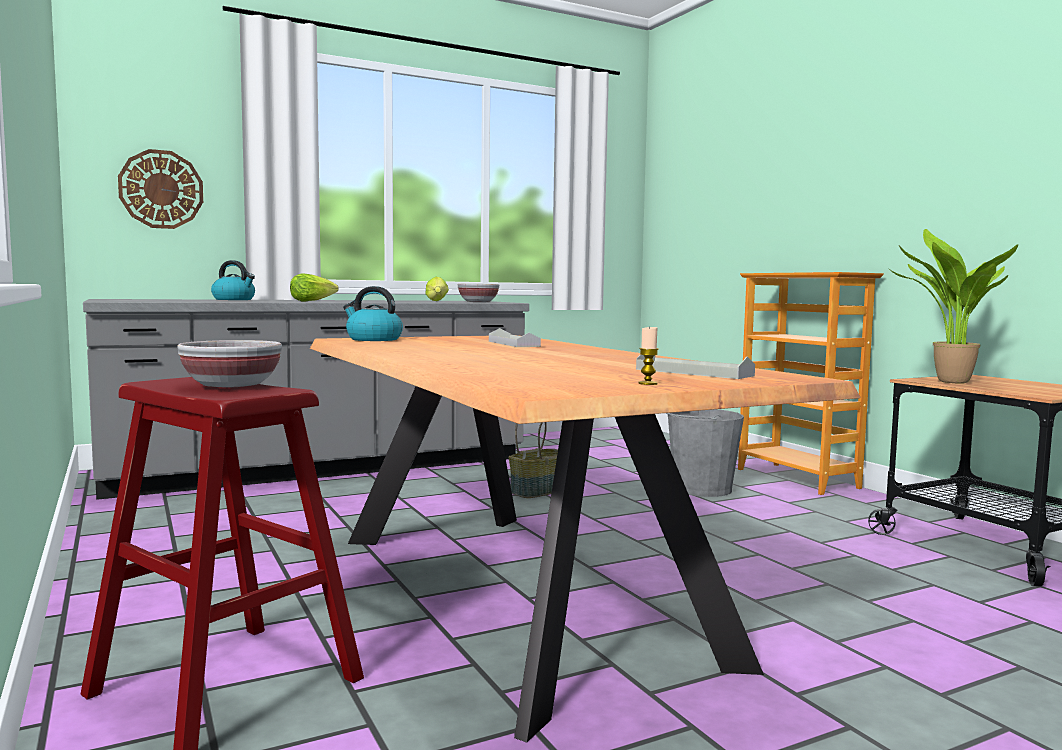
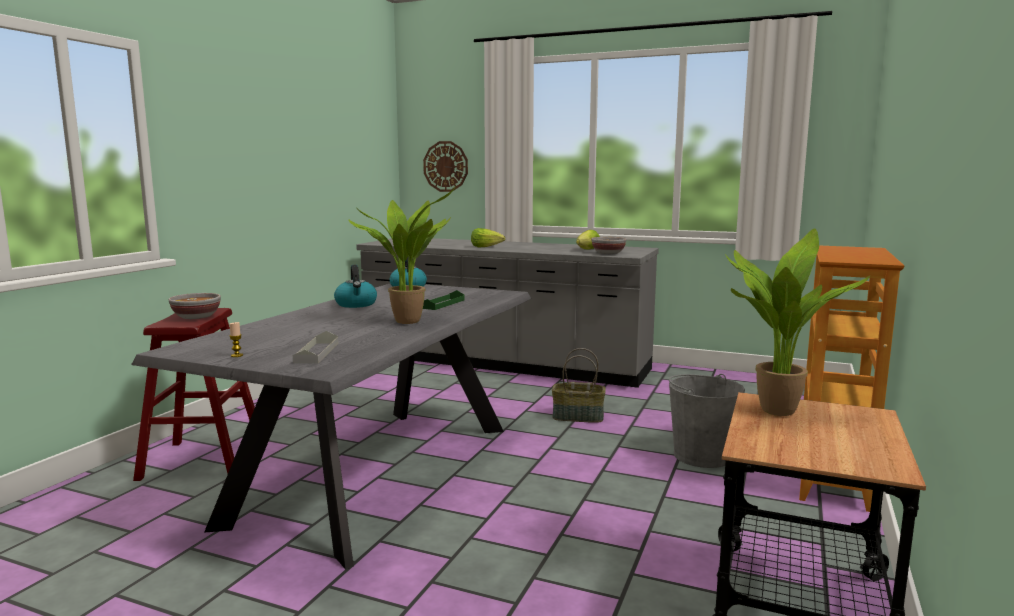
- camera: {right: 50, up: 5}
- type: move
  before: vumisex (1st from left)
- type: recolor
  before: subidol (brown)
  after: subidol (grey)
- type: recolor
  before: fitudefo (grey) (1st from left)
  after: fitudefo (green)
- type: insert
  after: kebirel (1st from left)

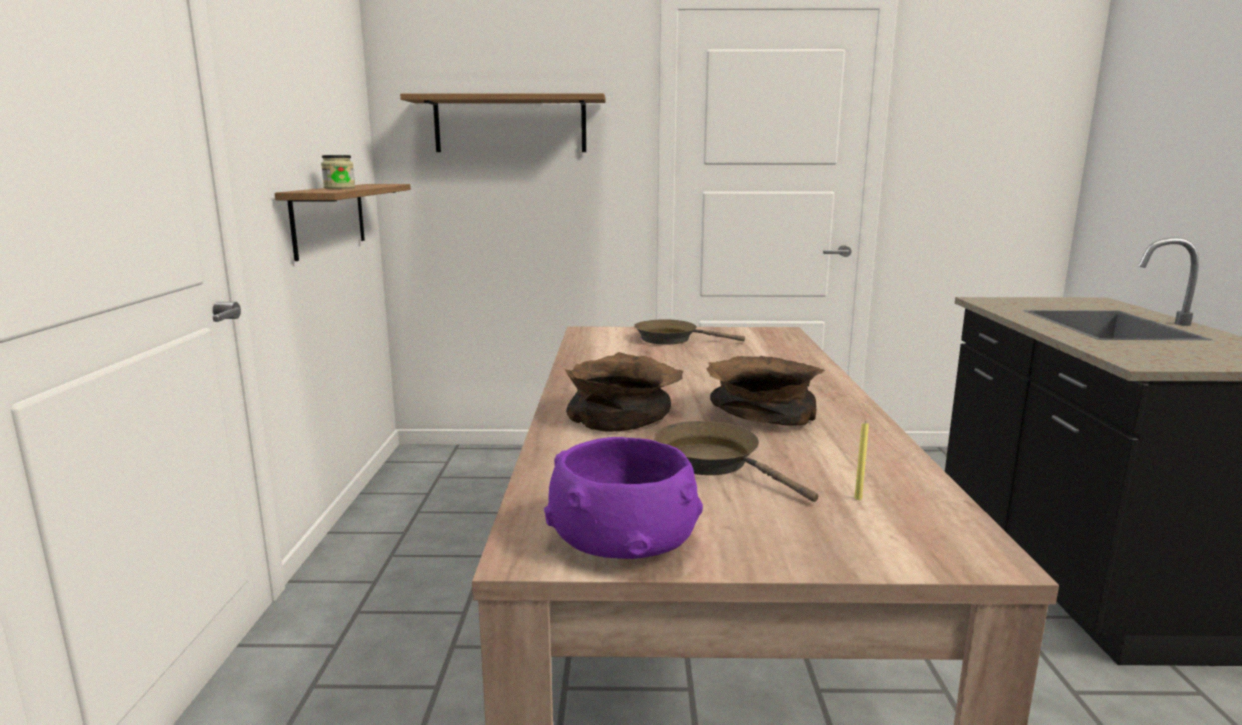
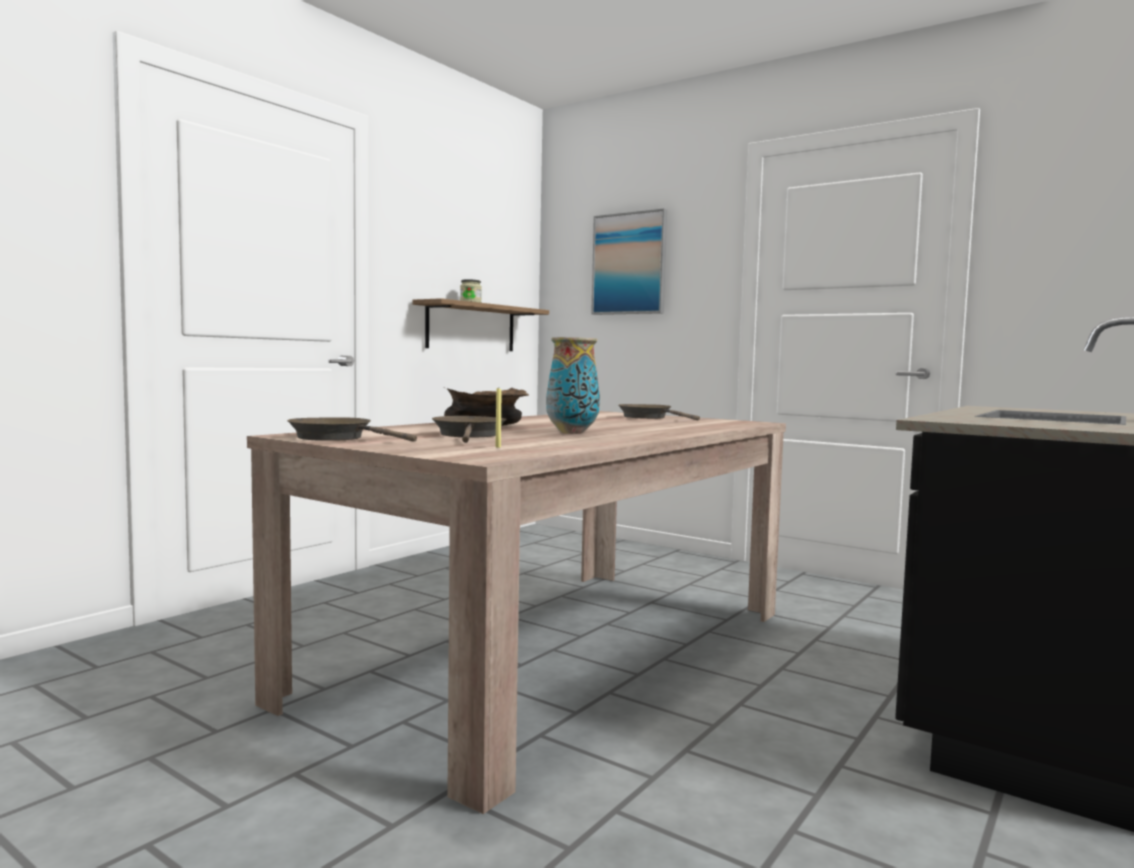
- camera: {right: 35, up: -10}
- type: replace
  before: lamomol (2nd from left)
  after: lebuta
- type: replace
  before: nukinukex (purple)
  after: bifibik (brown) (1st from left)
- type: replace
  before: nukinukex (brown) (2nd from left)
  after: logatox

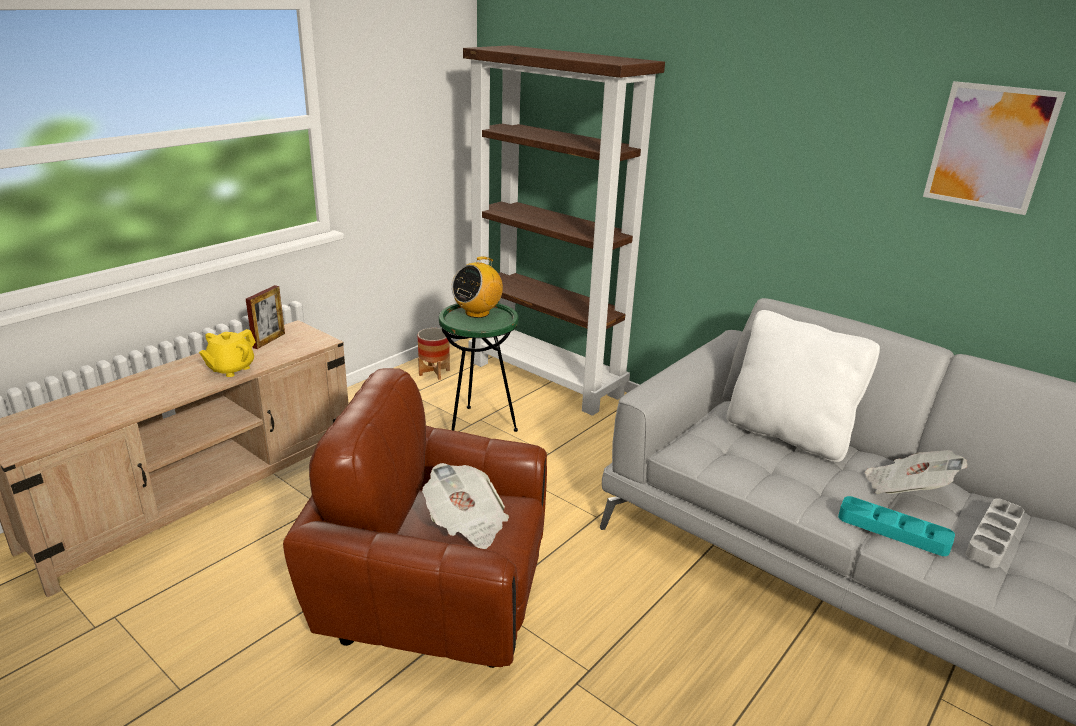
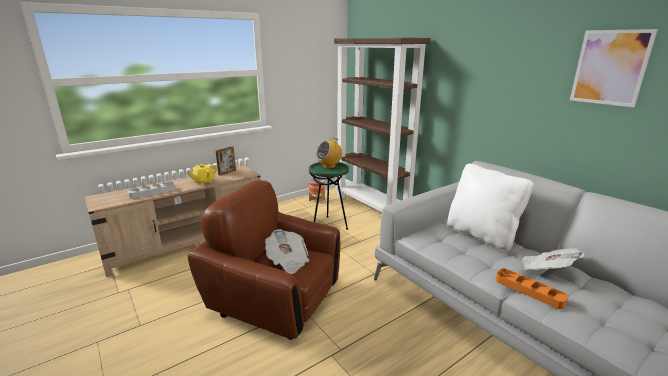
- camera: {right: 15, up: -5}
- type: recolor
  before: fitudefo (turquoise)
  after: fitudefo (orange)
- type: move
  before: fitudefo (grey)

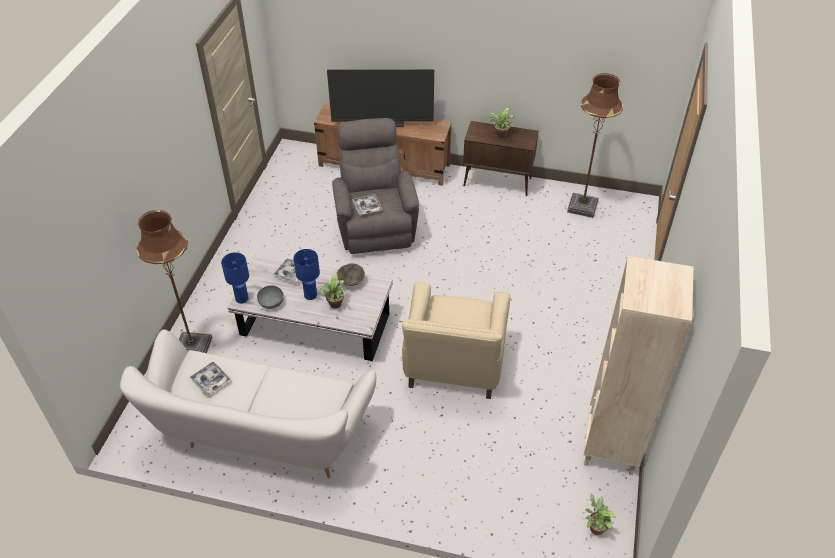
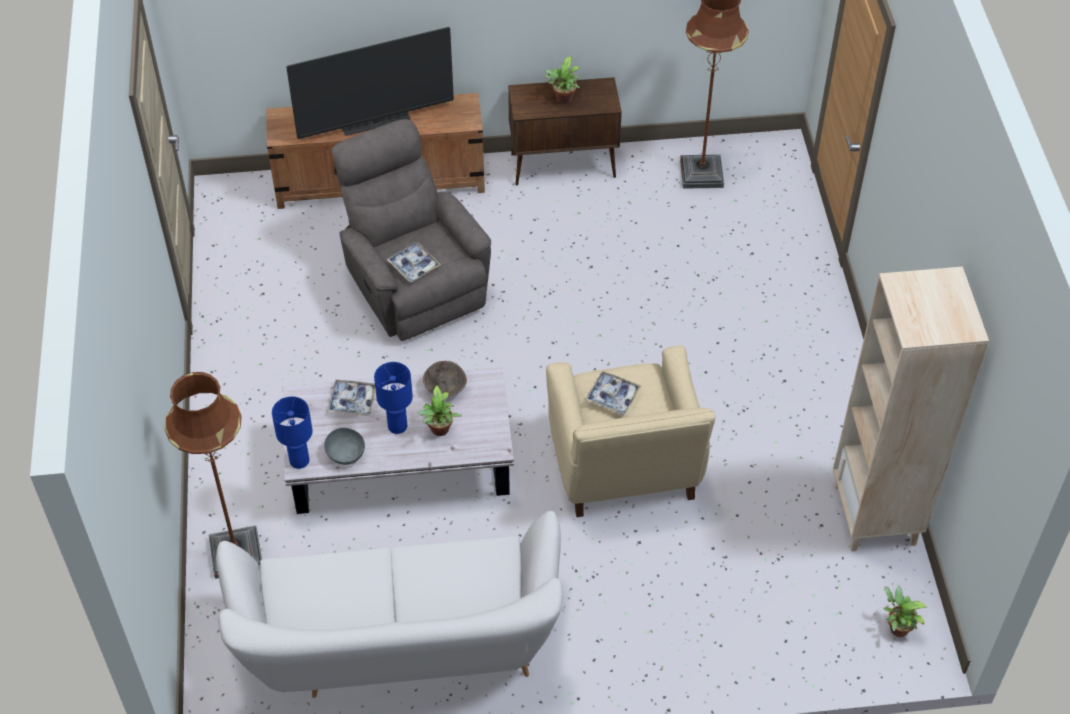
- camera: {right: -20, up: 5}
- type: move
  before: fitudefo (1st from left in the first image)
  after: fitudefo (3rd from left)

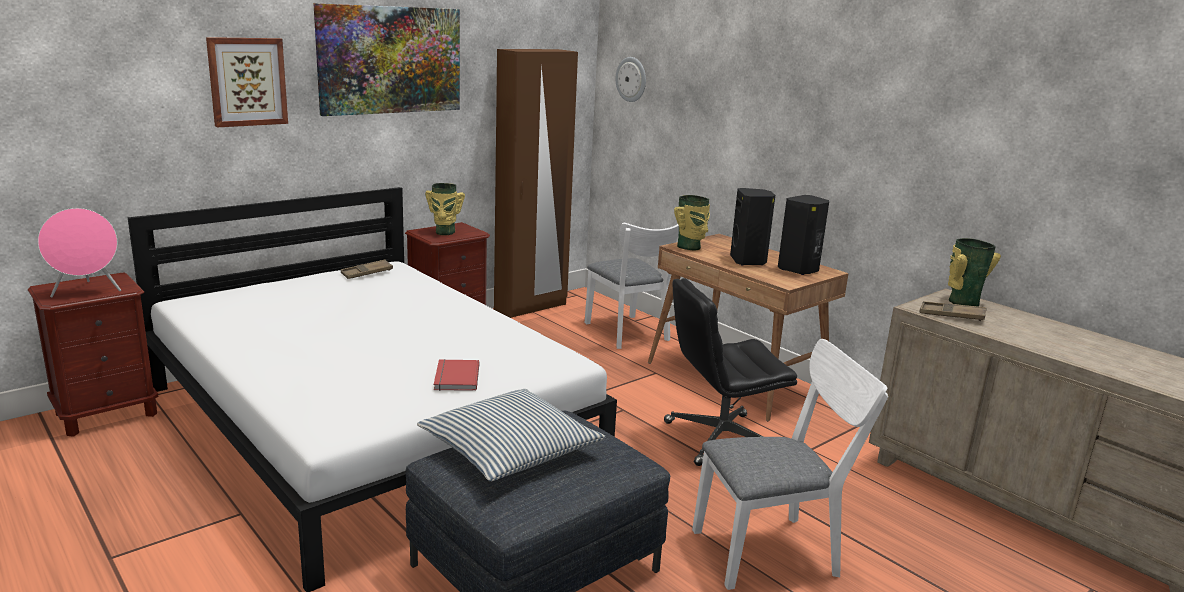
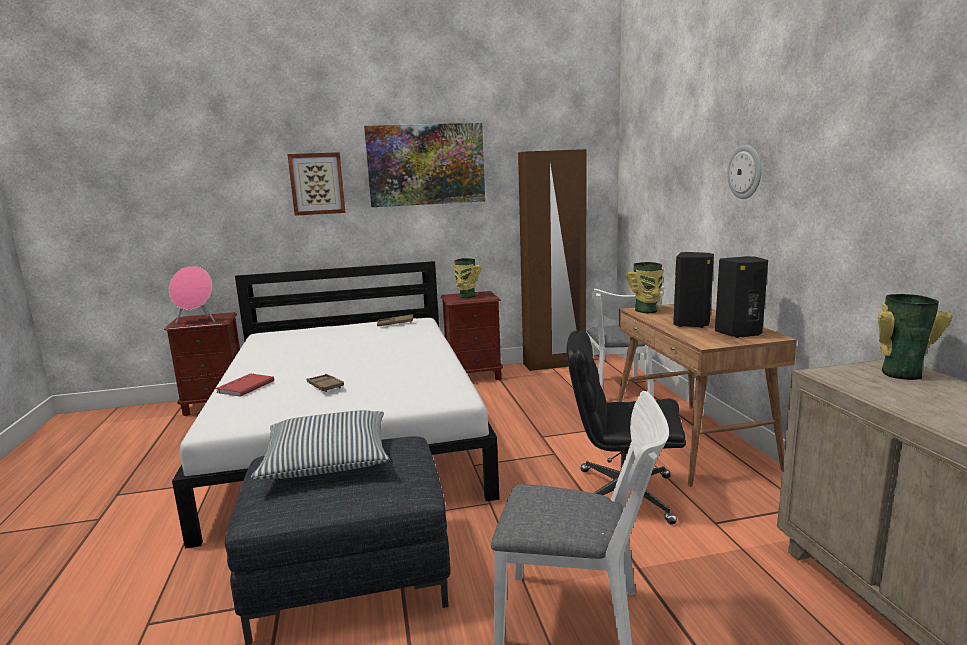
- camera: {right: 30, up: -5}
- type: move
  before: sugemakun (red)
- type: move
  before: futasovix
- type: move
  before: fitudefo (brown) (2nd from left in the first image)
  after: fitudefo (brown) (1st from left)

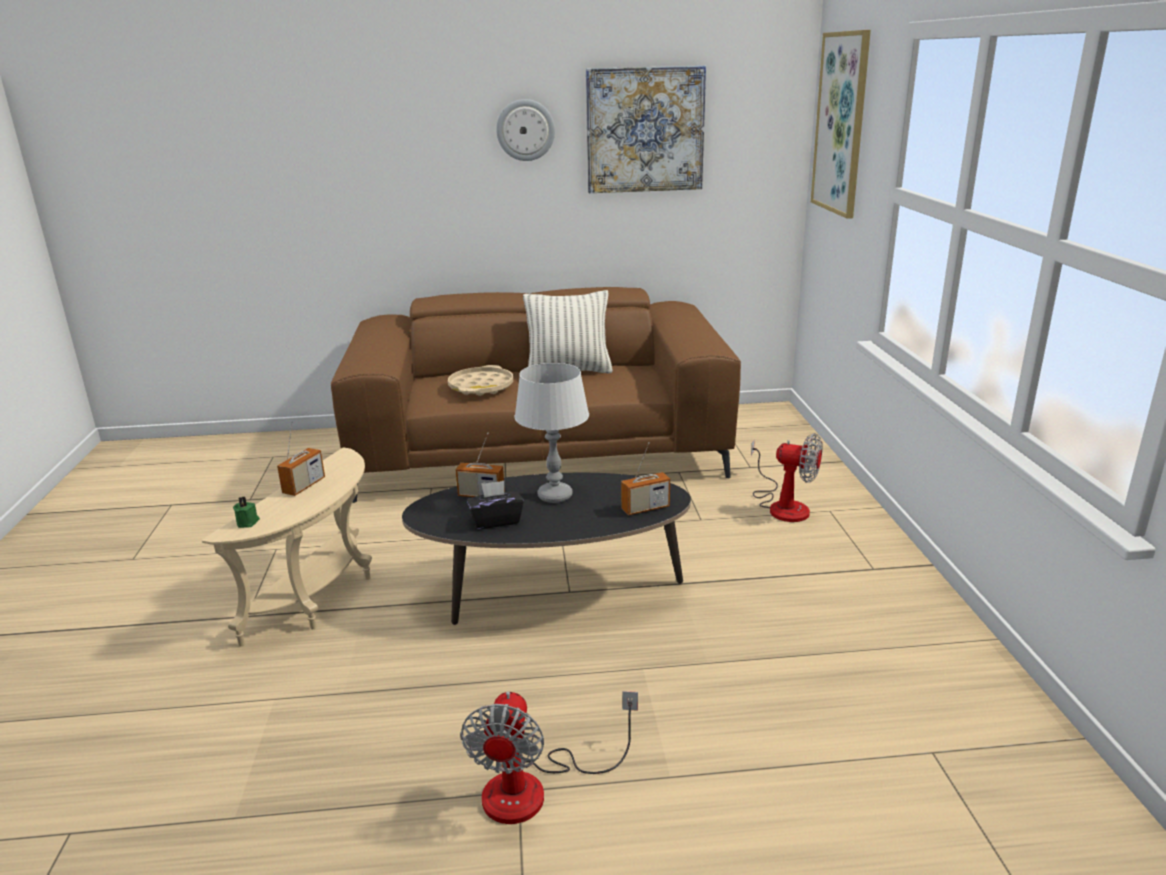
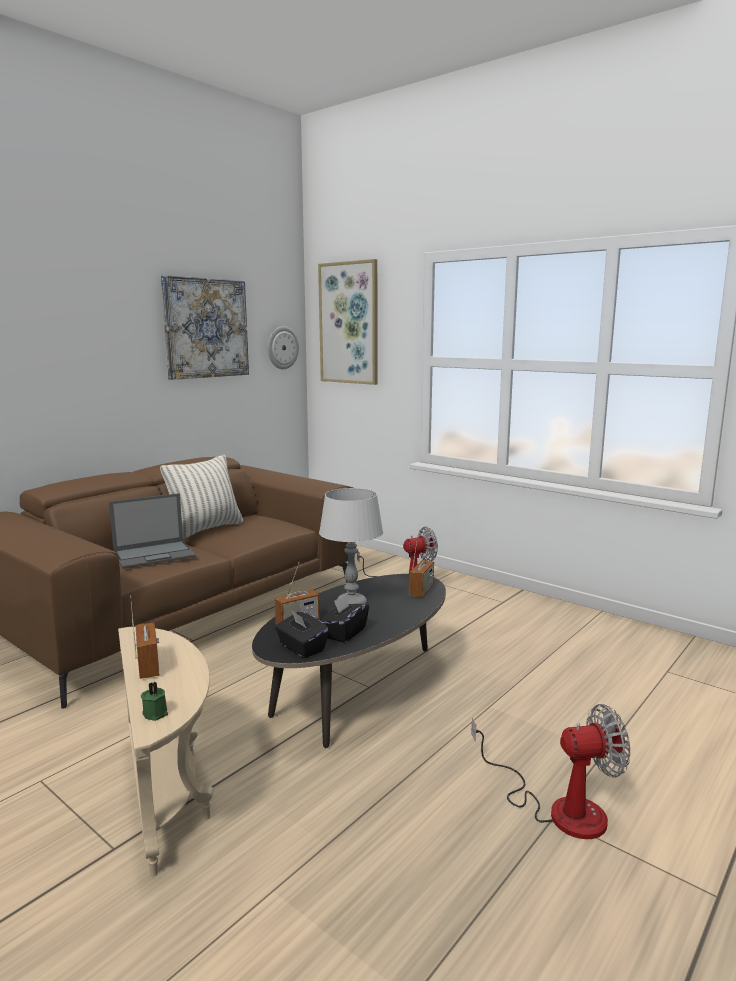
- camera: {right: -45, up: -10}
- type: replace
  before: fitudefo (beige)
  after: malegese
- type: rotate
  before: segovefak (1st from left in the first image)
  turn: -60
- type: move
  before: futasovix
- type: insert
  after: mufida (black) (1st from left)

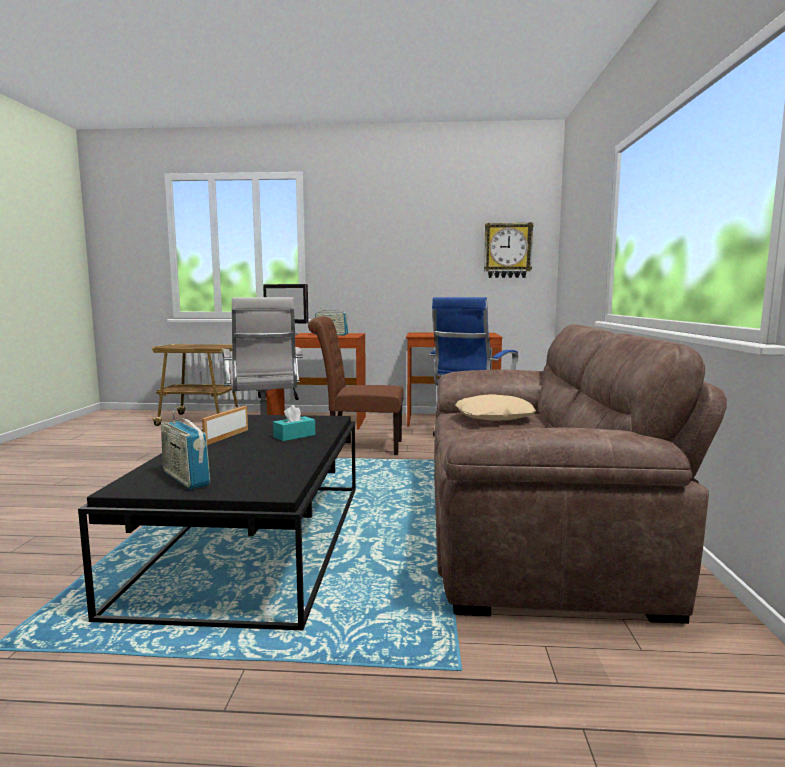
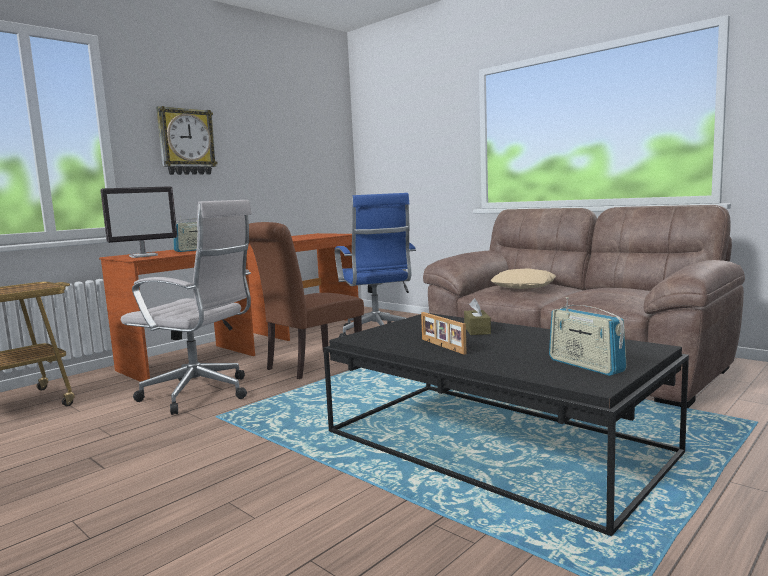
- camera: {right: -50, up: 0}
- type: rotate
  before: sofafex (1st from left in the first image)
  turn: 60
- type: recolor
  before: mufida (turquoise)
  after: mufida (brown)
- type: move
  before: futasovix

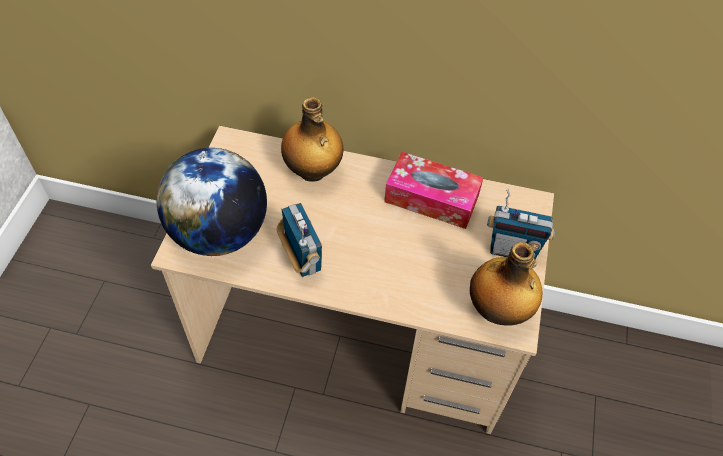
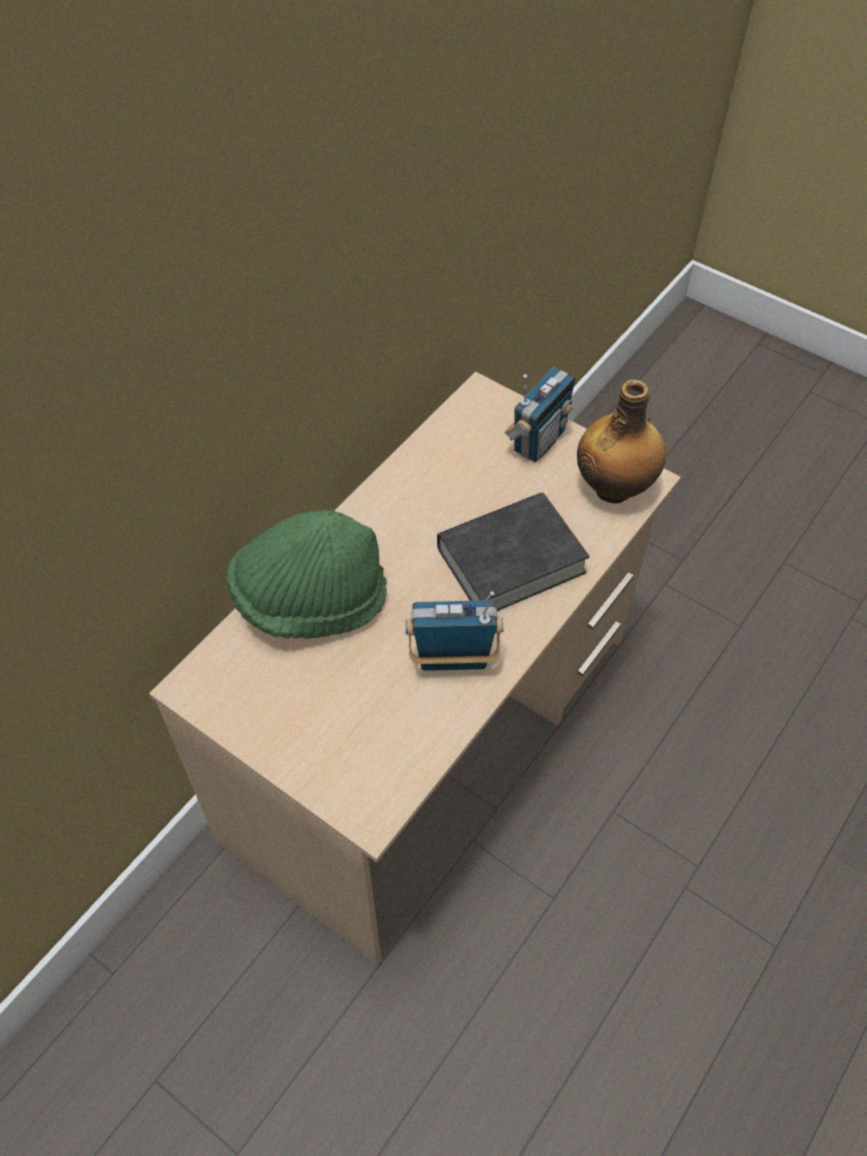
- camera: {right: -65, up: 0}
- type: delete
  before: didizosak
- type: replace
  before: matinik (1st from left)
  after: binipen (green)
- type: delete
  before: mufida
- type: insert
  after: sugemakun (black)

